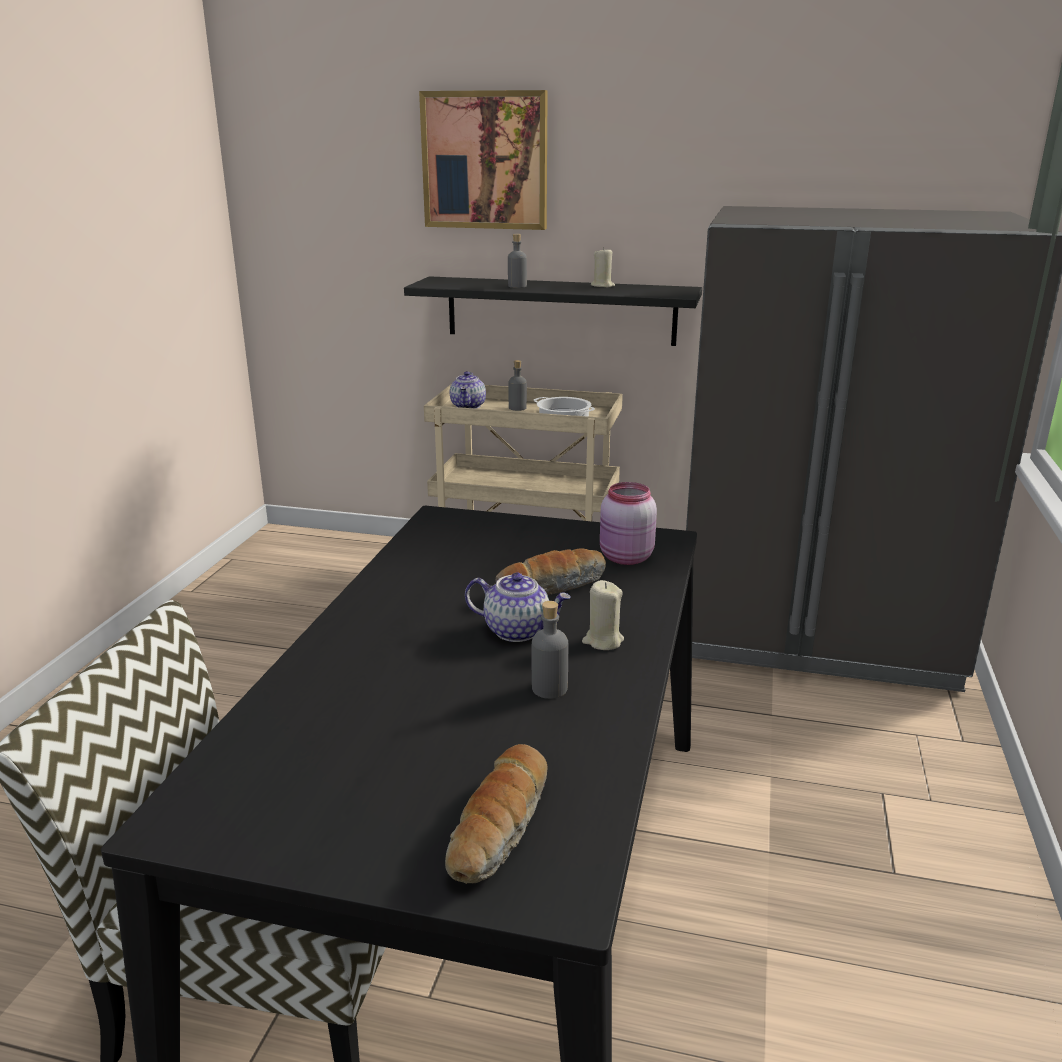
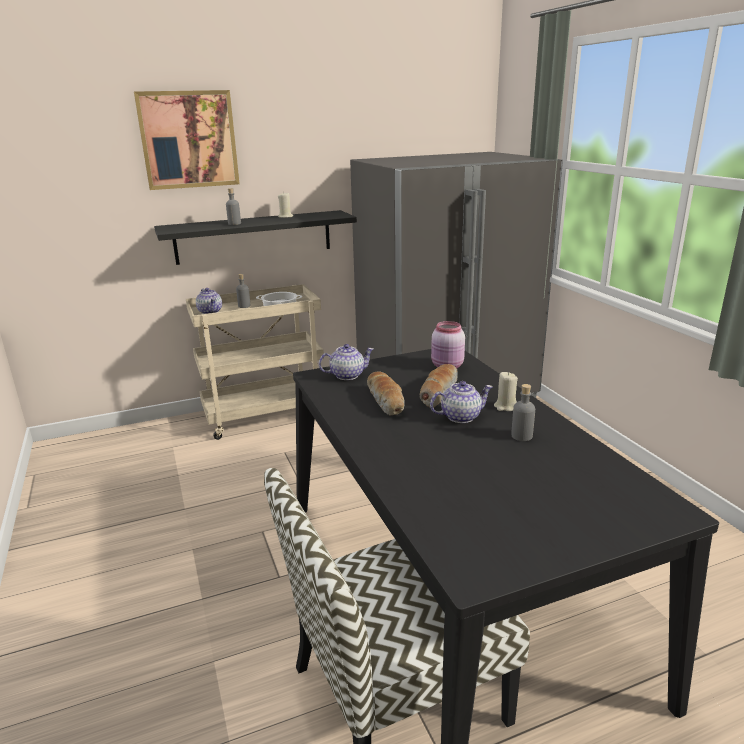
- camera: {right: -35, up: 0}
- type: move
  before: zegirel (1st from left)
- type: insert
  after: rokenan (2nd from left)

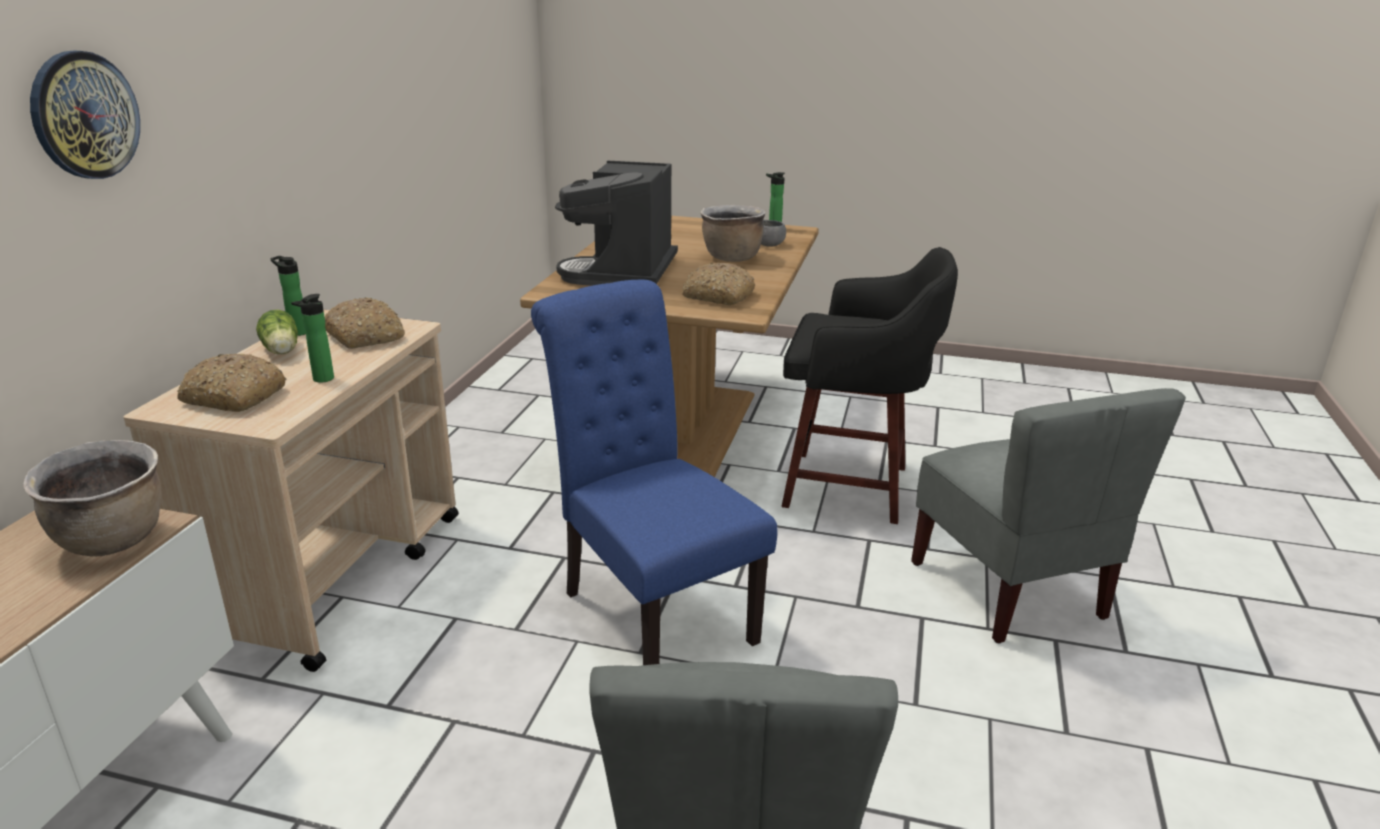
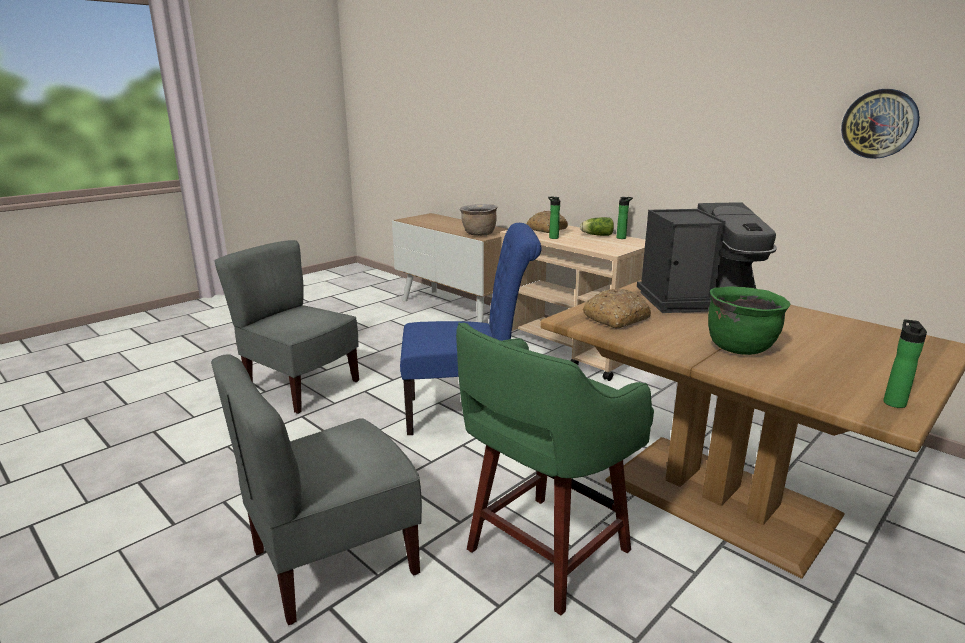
- camera: {right: 120, up: -5}
- type: move
  before: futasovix
- type: delete
  before: zegirel (2nd from left)
- type: rotate
  before: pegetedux
  turn: 135
- type: recolor
  before: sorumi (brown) (2nd from left)
  after: sorumi (green)
- type: delete
  before: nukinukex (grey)
- type: recolor
  before: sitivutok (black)
  after: sitivutok (green)
- type: rotate
  before: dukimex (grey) (2nd from left)
  turn: -45

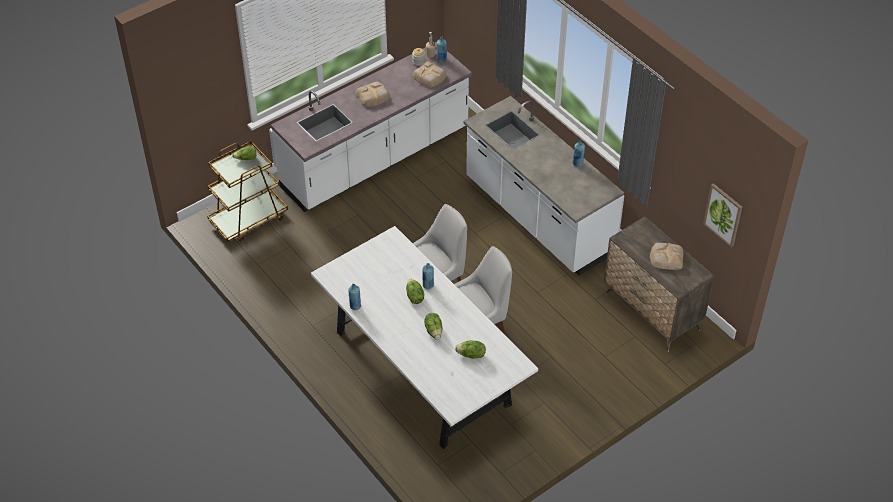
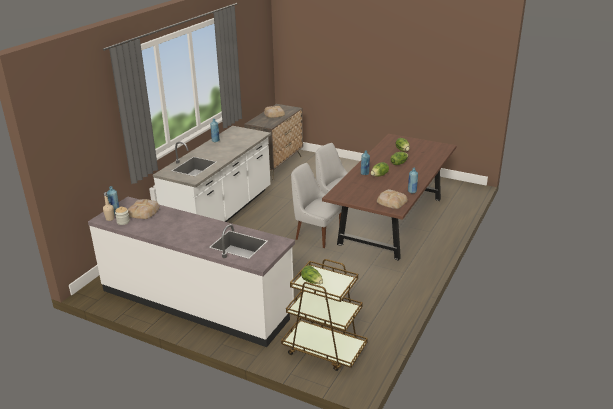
- camera: {right: -115, up: -20}
- type: recolor
  before: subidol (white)
  after: subidol (brown)
- type: move
  before: zegirel (1st from left in the first image)
  after: zegirel (3rd from left)
- type: delete
  before: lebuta

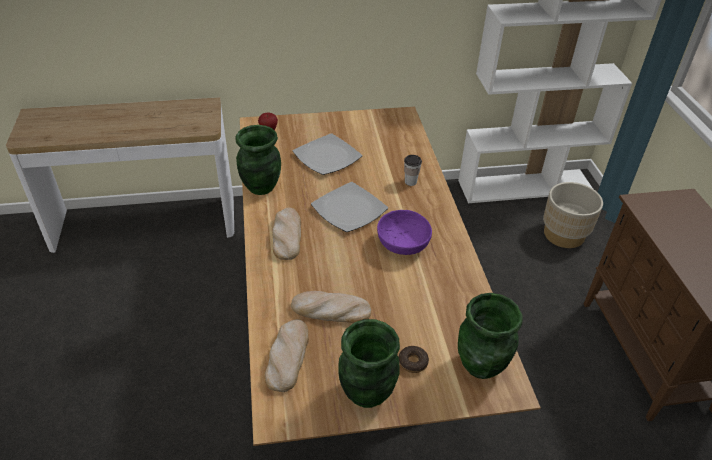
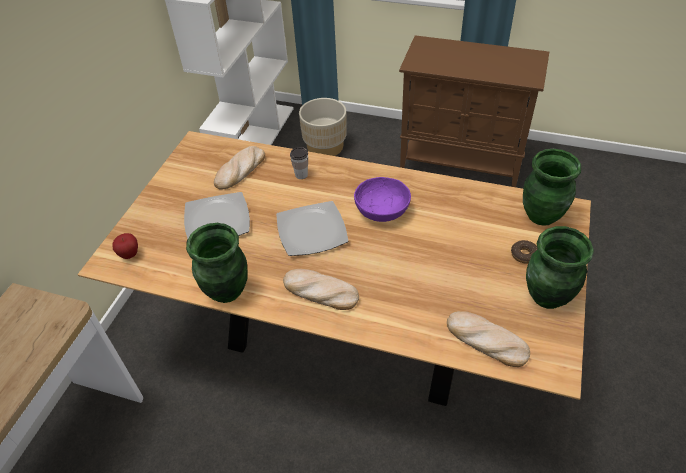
- camera: {right: -60, up: 5}
- type: move
  before: zegirel (3rd from left in the first image)
  after: zegirel (1st from left)

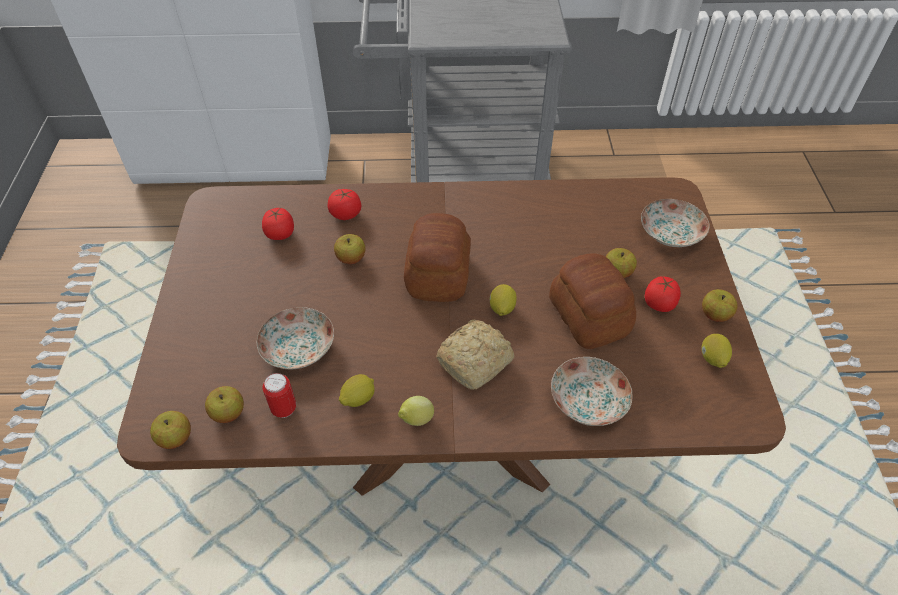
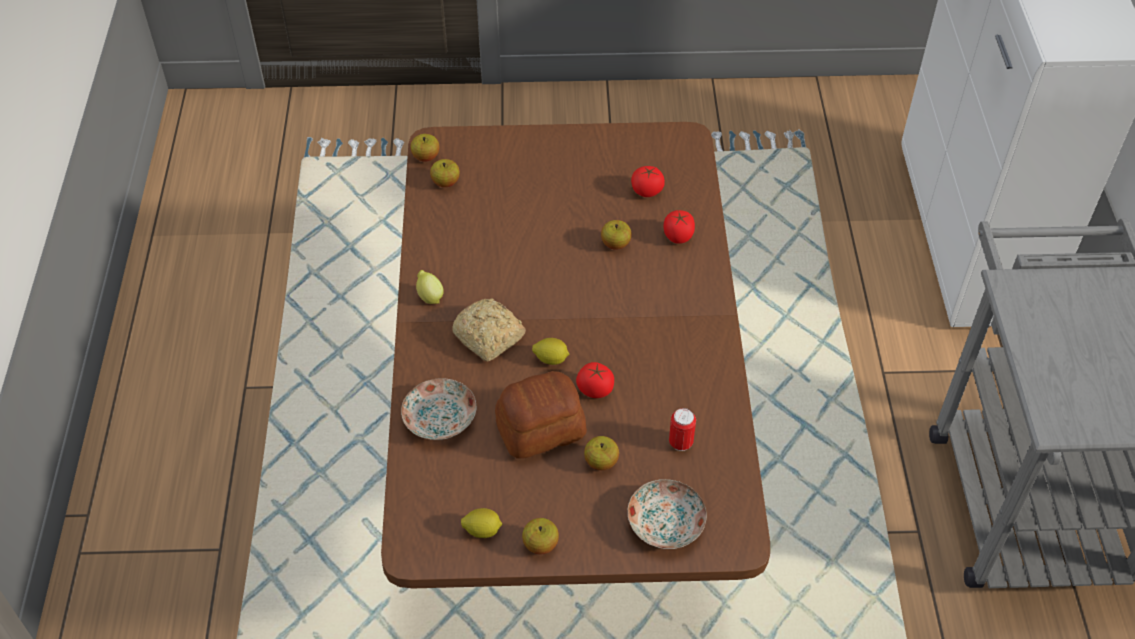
- camera: {right: 90, up: 0}
- type: delete
  before: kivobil (1st from left)
- type: move
  before: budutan
- type: delete
  before: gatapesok (1st from left)
- type: delete
  before: zegirel (1st from left)
- type: move
  before: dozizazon (3rd from left in the first image)
  after: dozizazon (1st from left)

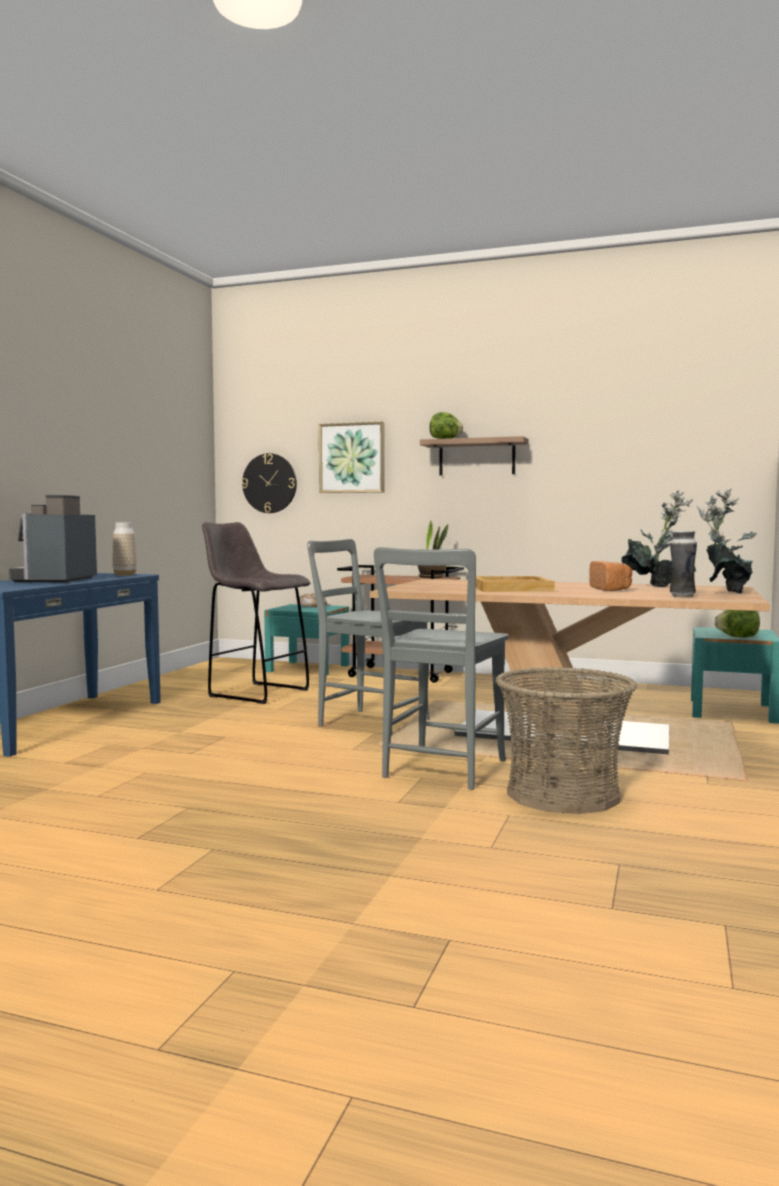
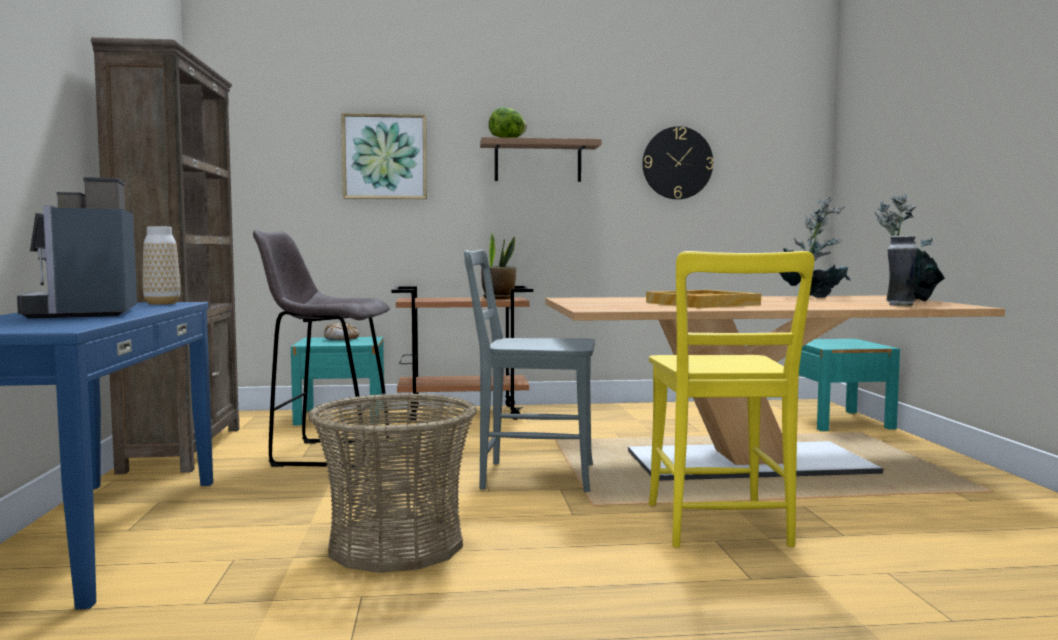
- camera: {right: -25, up: 0}
- type: move
  before: futasovix
- type: recolor
  before: dukimex (grey) (2nd from left)
  after: dukimex (yellow)
- type: move
  before: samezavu
- type: delete
  before: zegirel (2nd from left)
- type: delete
  before: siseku (2nd from left)
- type: insert
  after: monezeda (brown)

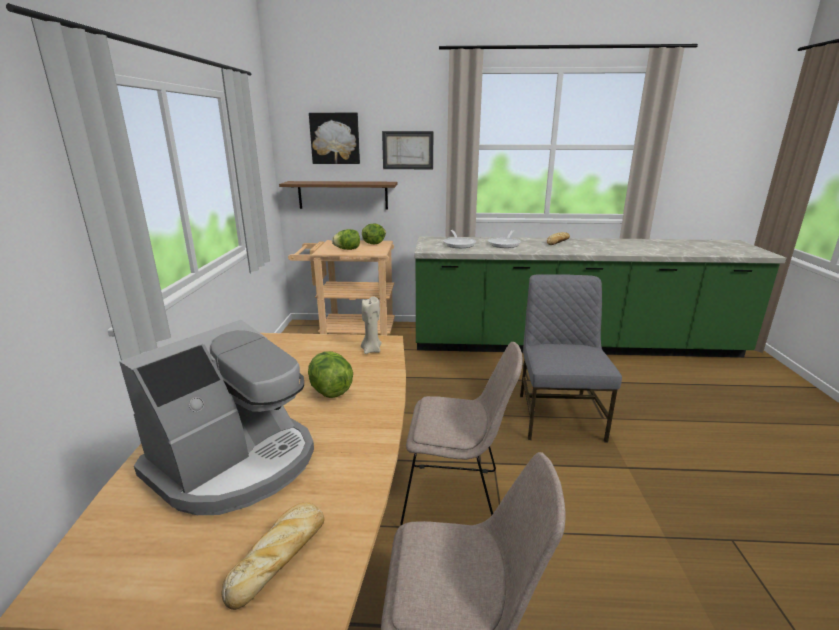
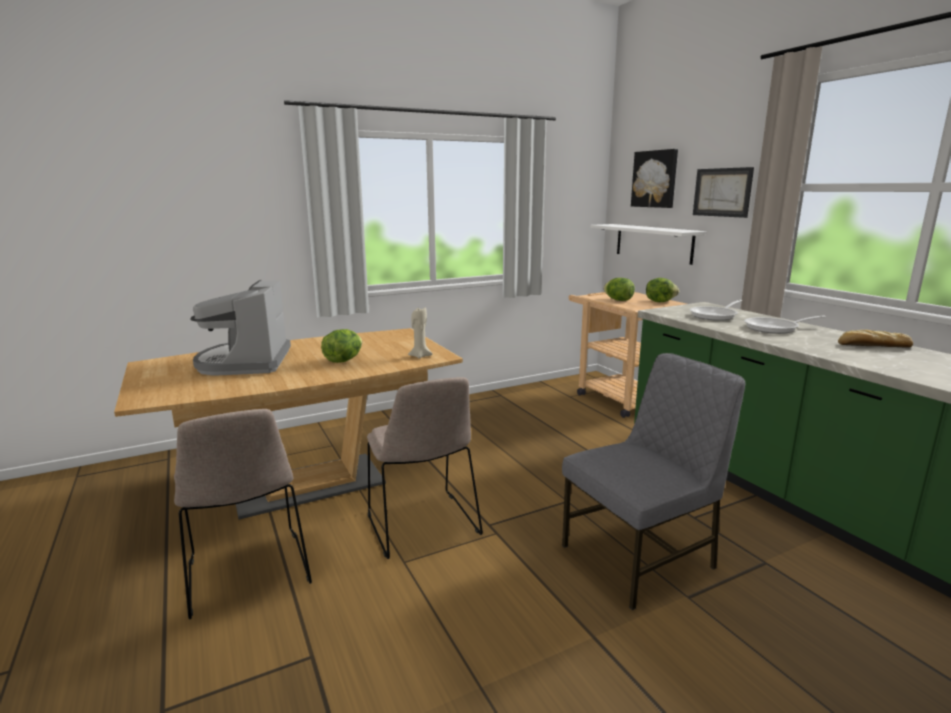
- camera: {right: 60, up: -5}
- type: rotate
  before: pegetedux
  turn: 75
- type: delete
  before: zegirel (1st from left)
- type: recolor
  before: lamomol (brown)
  after: lamomol (white)

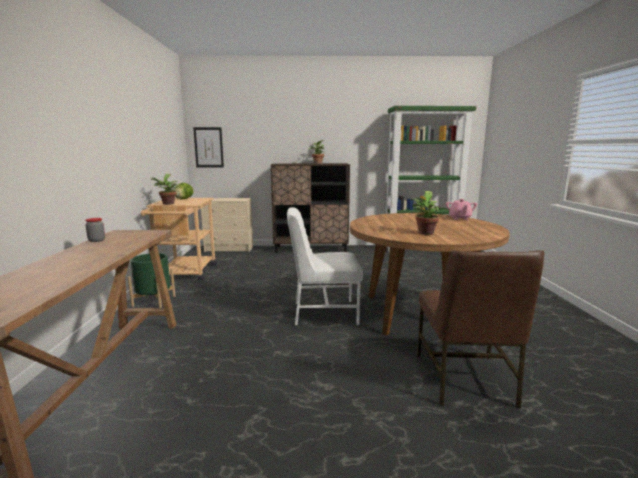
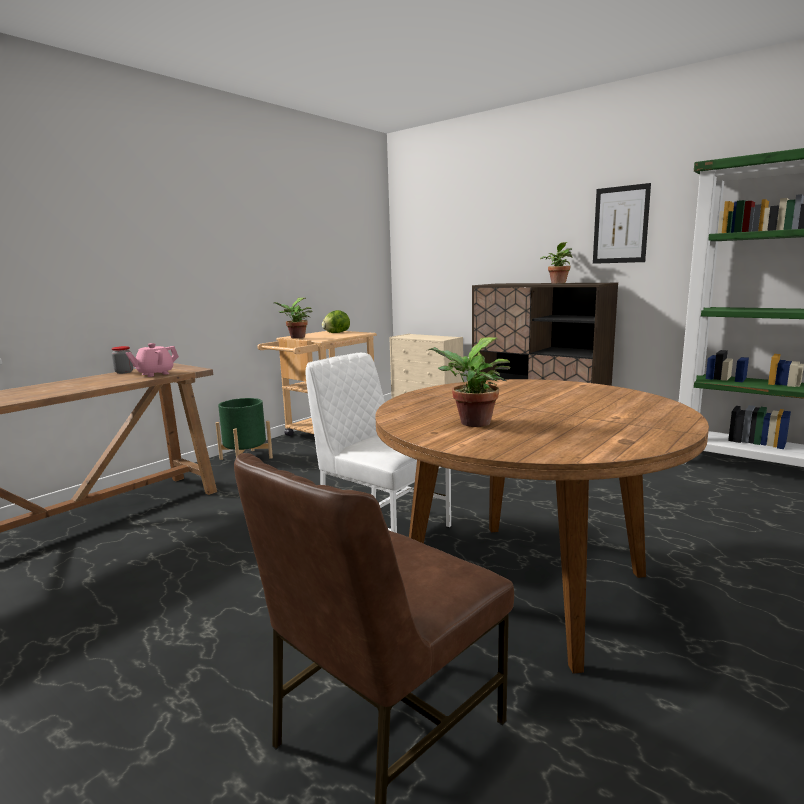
- camera: {right: 40, up: 0}
- type: move
  before: lebuta
- type: move
  before: rokenan (pink)

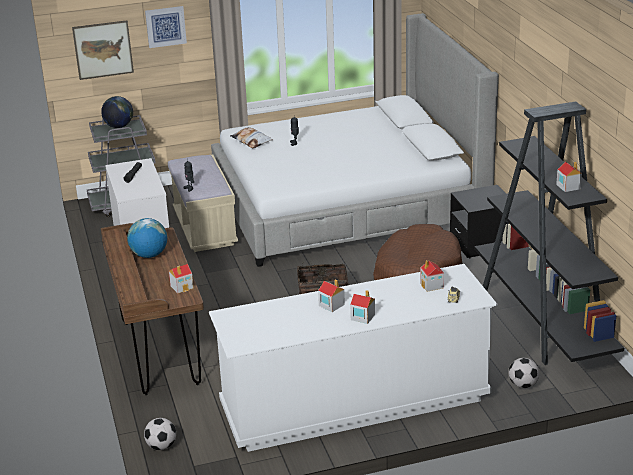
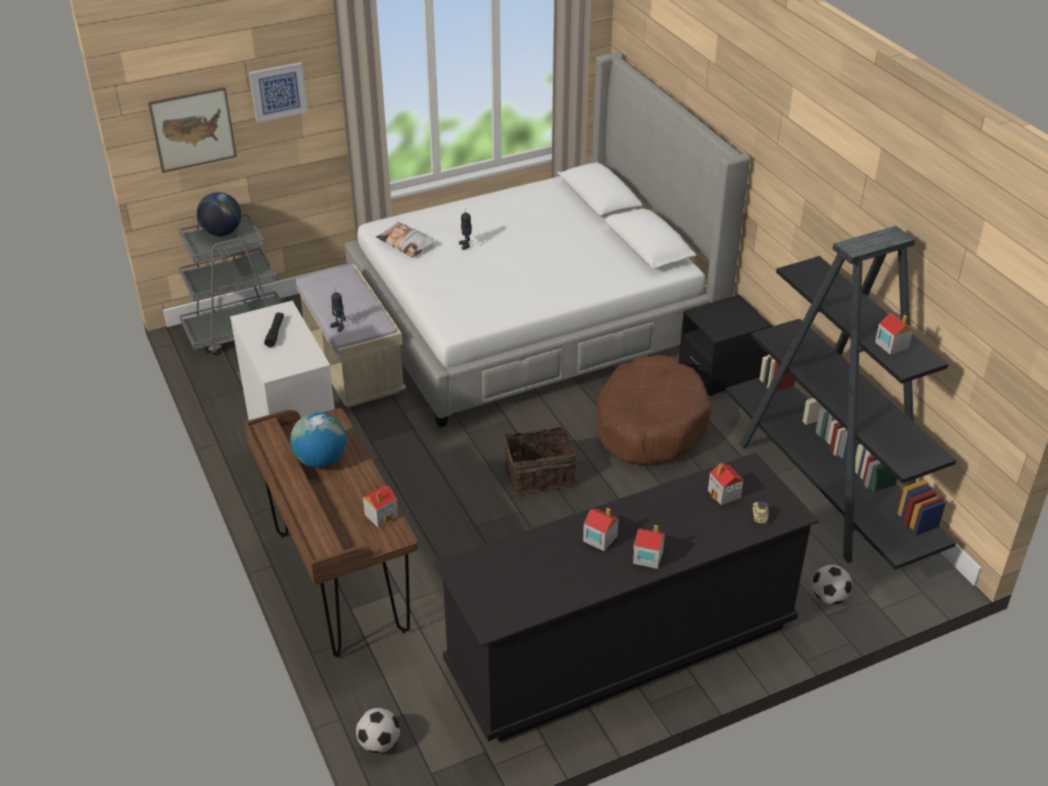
- camera: {right: -10, up: 10}
- type: recolor
  before: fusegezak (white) (2nd from left)
  after: fusegezak (black)

